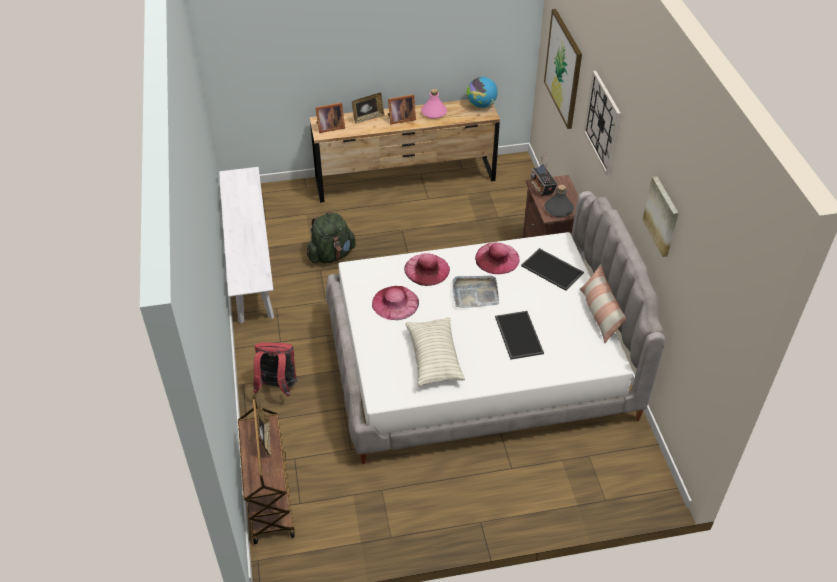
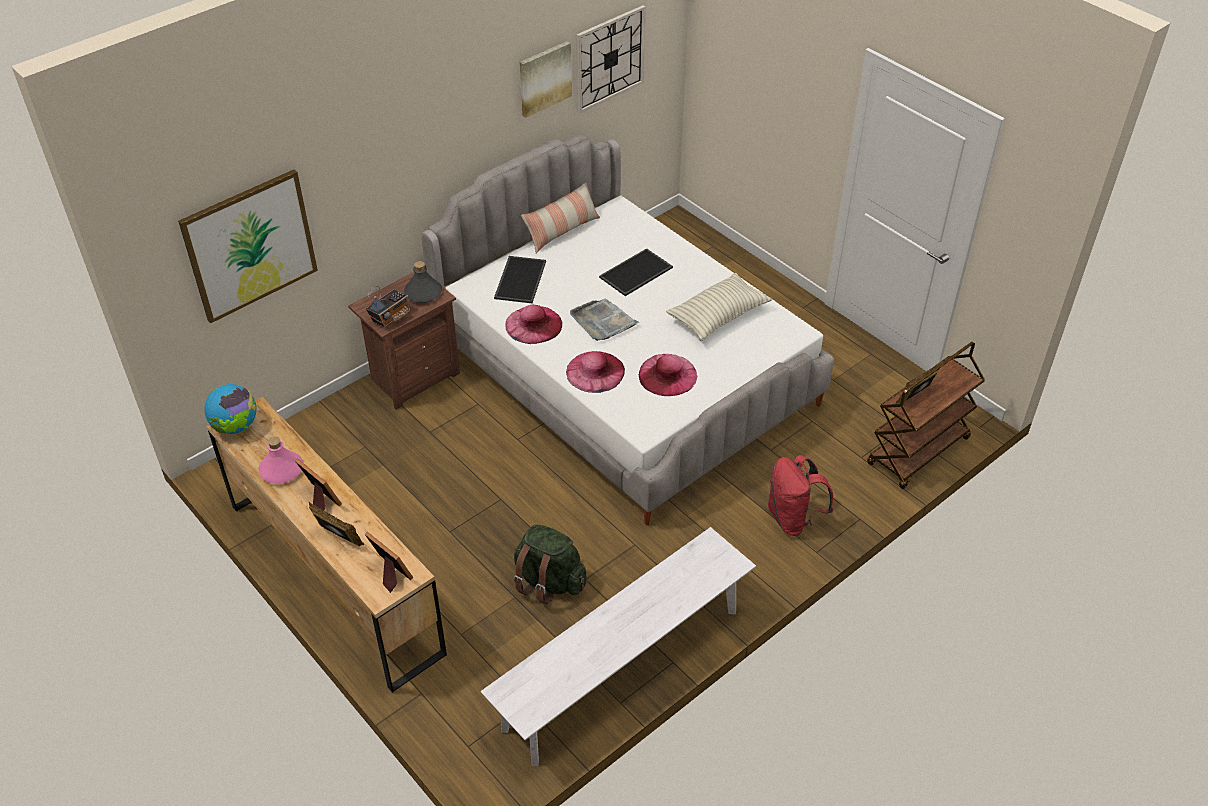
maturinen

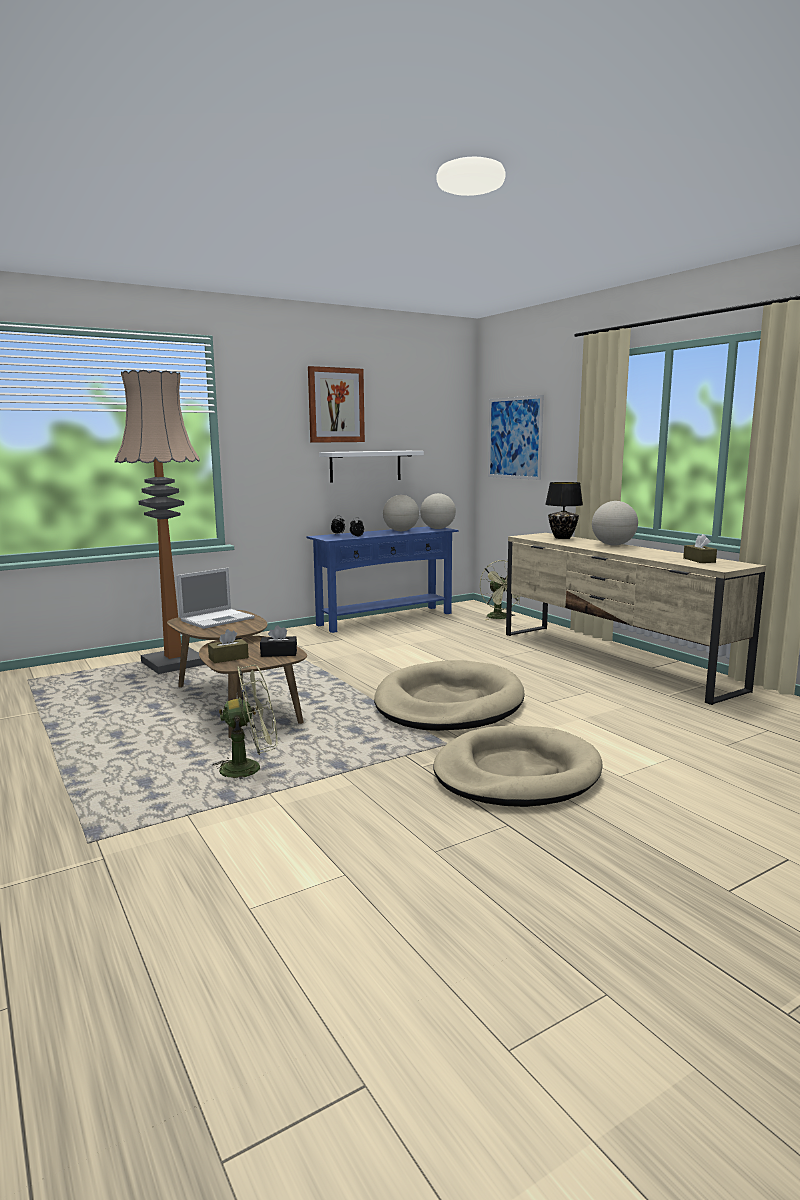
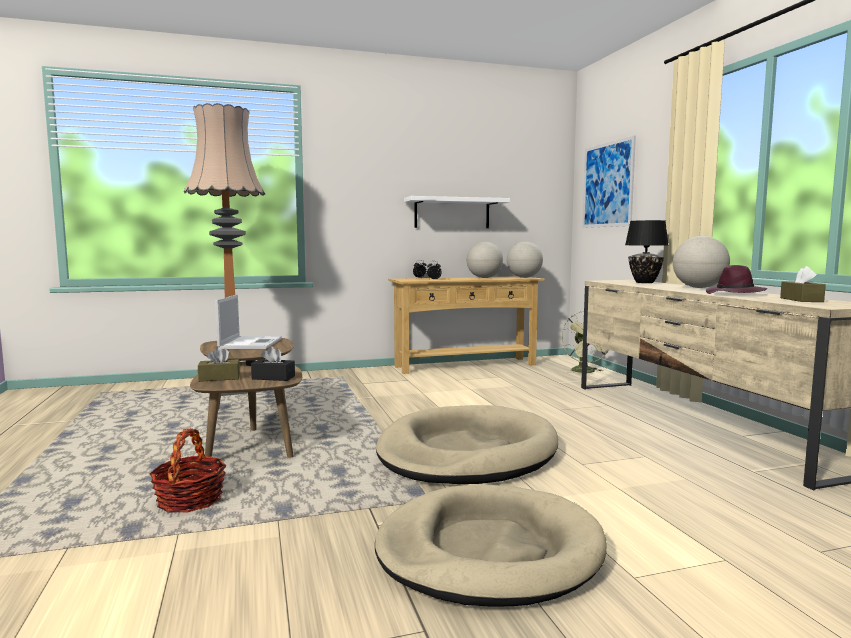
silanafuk
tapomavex
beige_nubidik
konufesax (1st from left in the first image)
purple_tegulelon

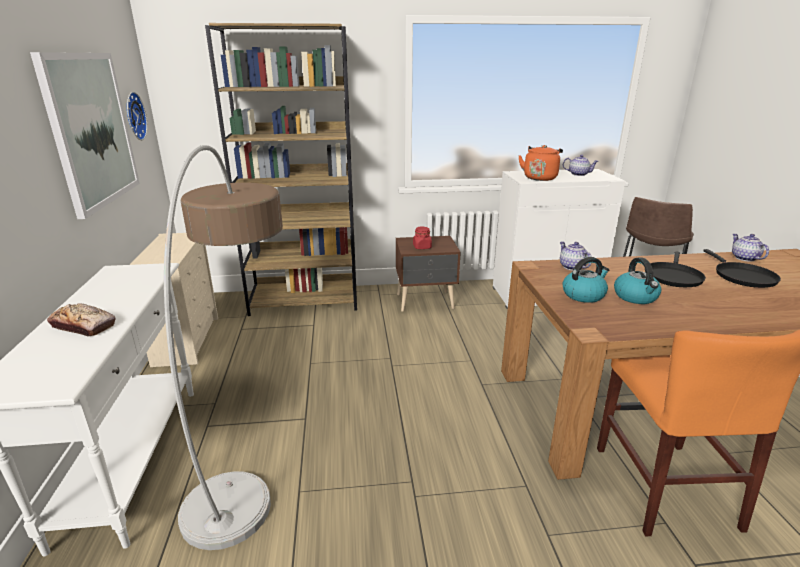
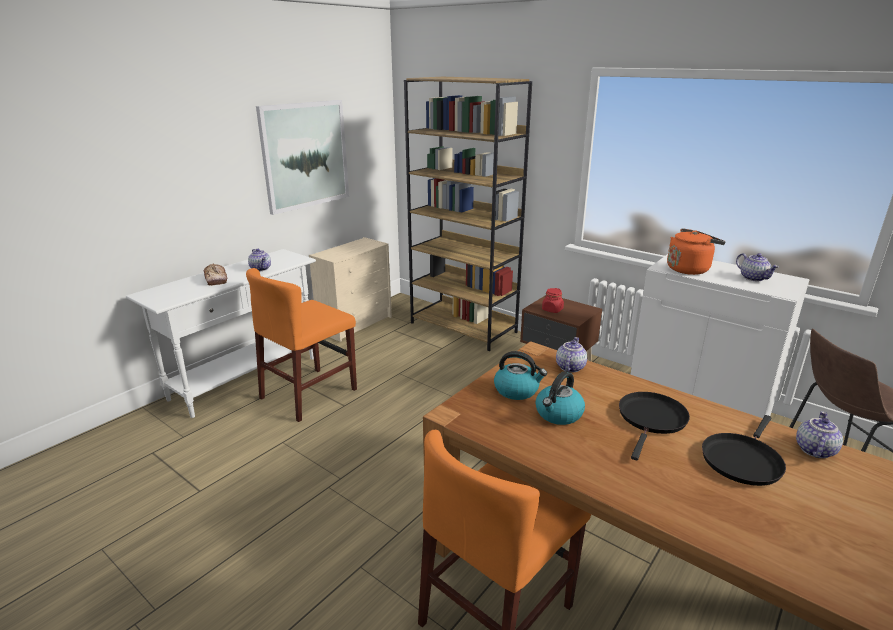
maturinen
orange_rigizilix (1st from left)
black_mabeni (1st from left)
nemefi (1st from left)

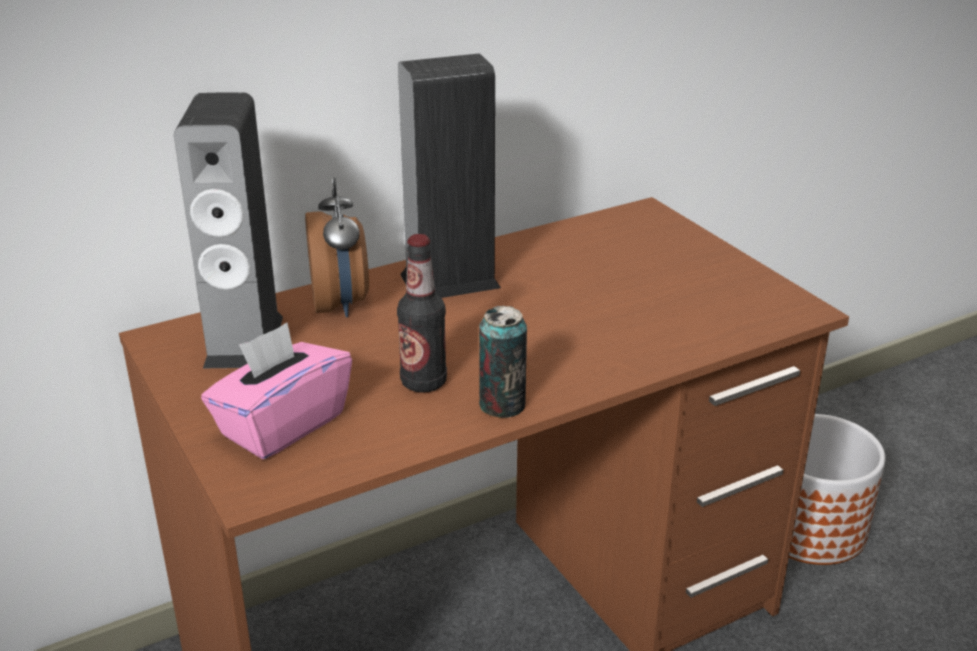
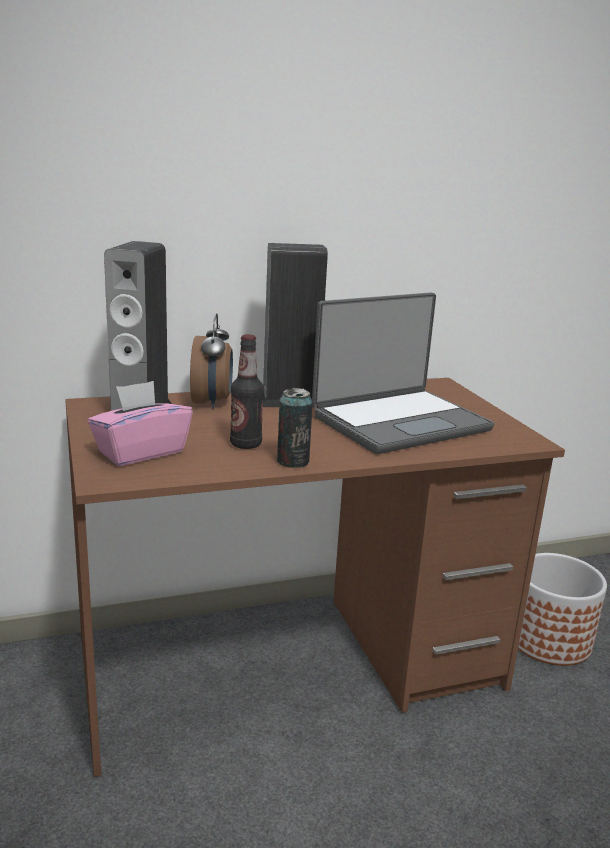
silanafuk

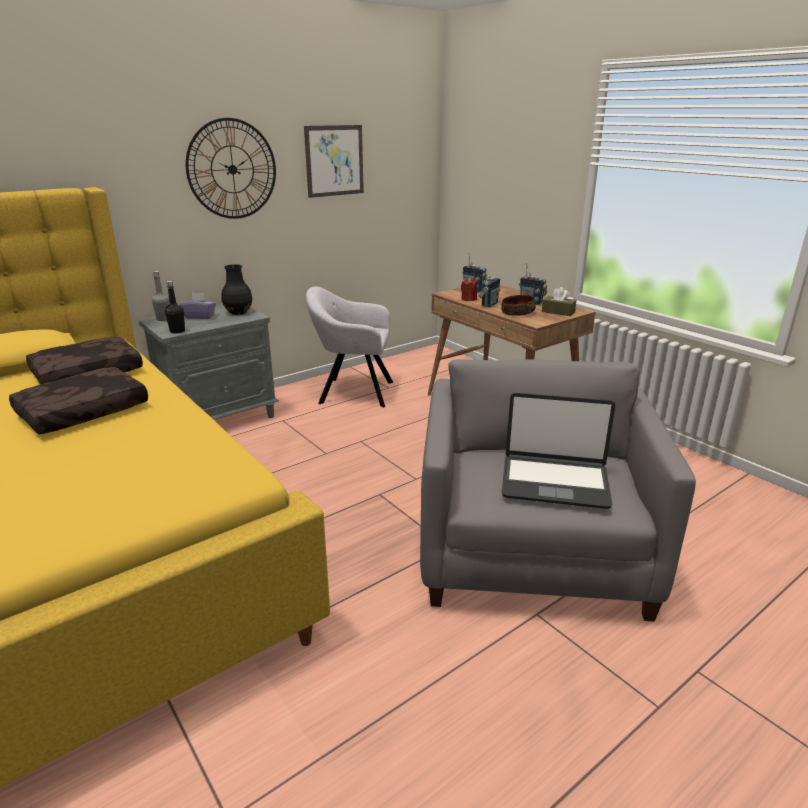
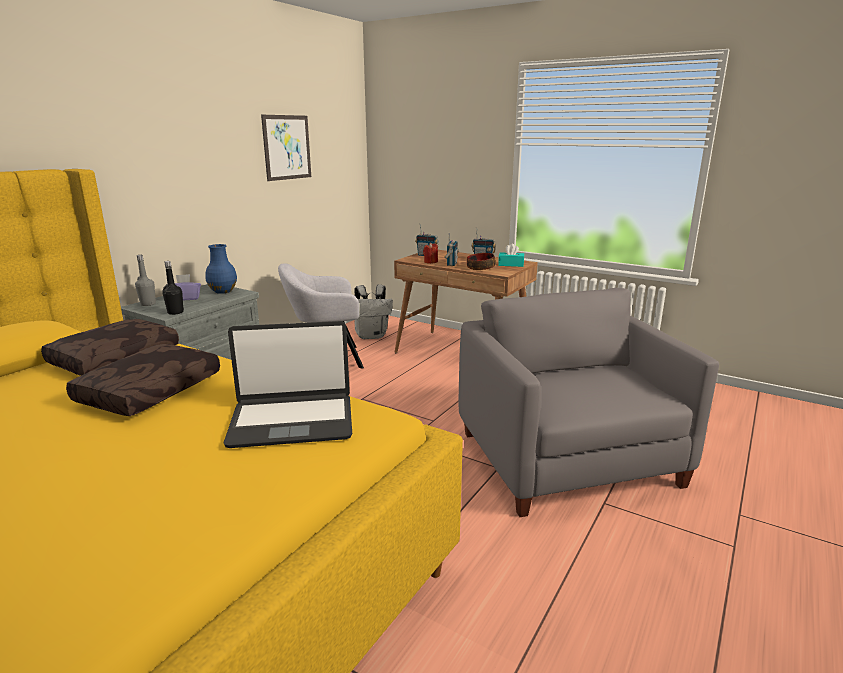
maturinen
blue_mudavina
silanafuk
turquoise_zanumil
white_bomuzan

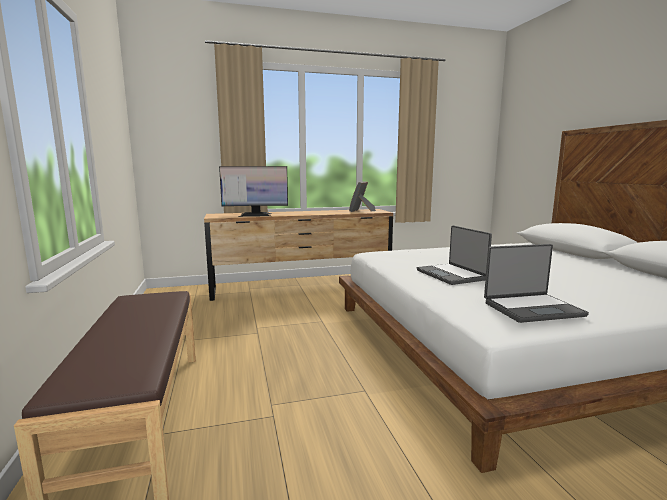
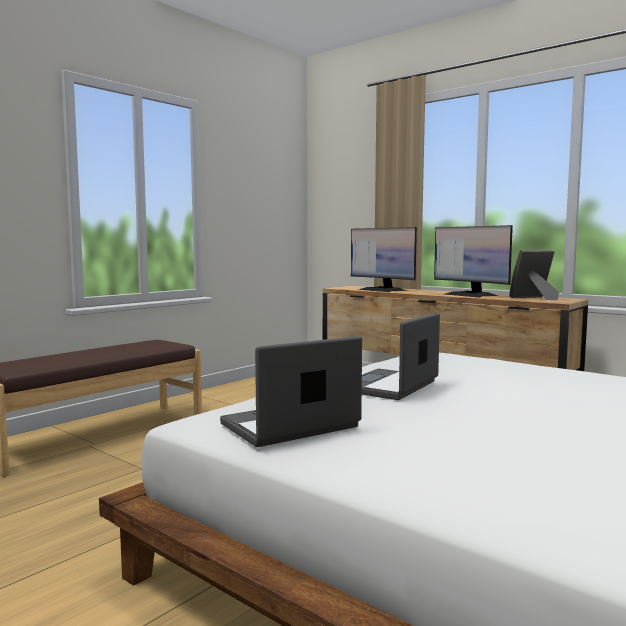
silanafuk (1st from left)
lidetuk (2nd from left)

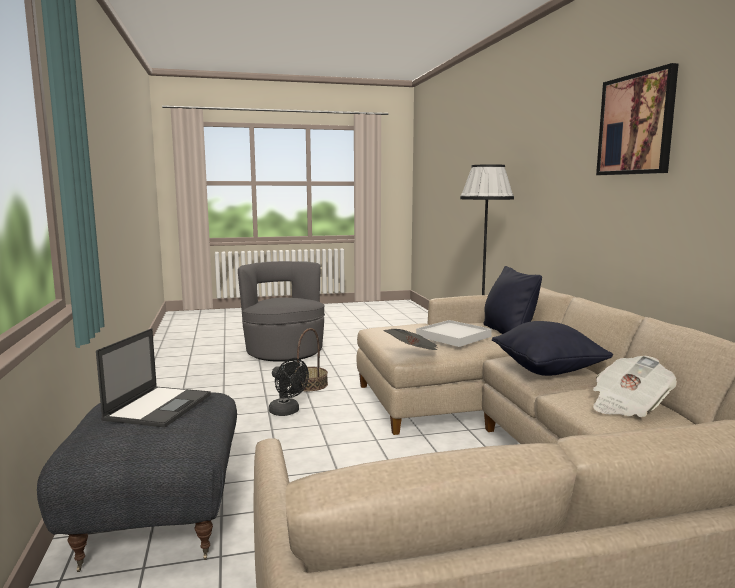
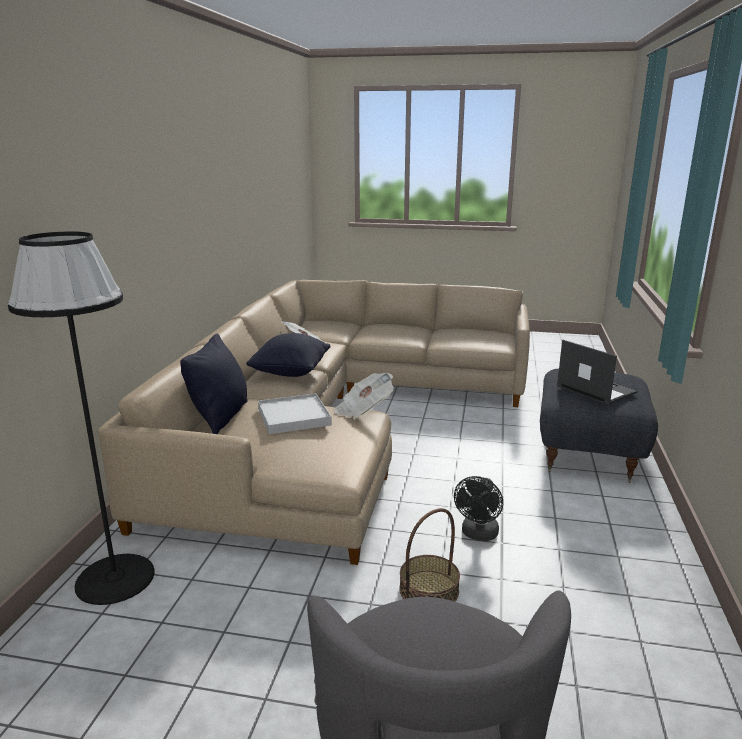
silanafuk
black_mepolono
konufesax

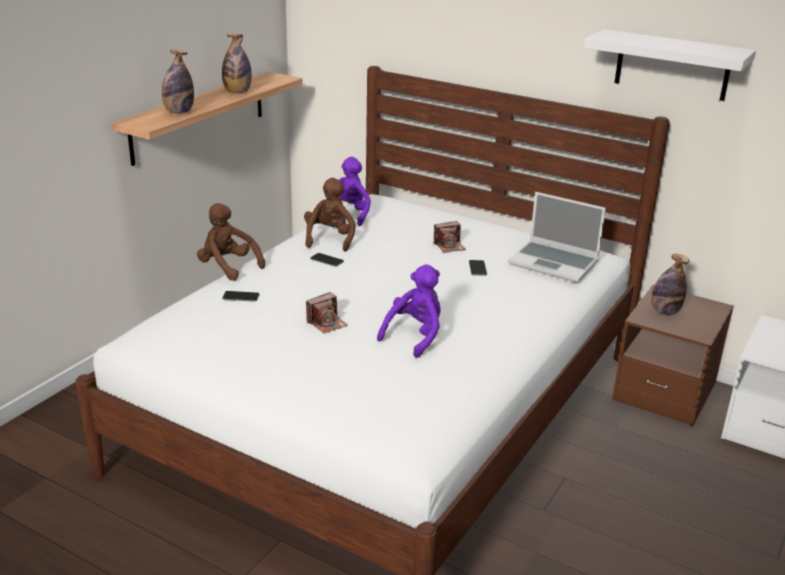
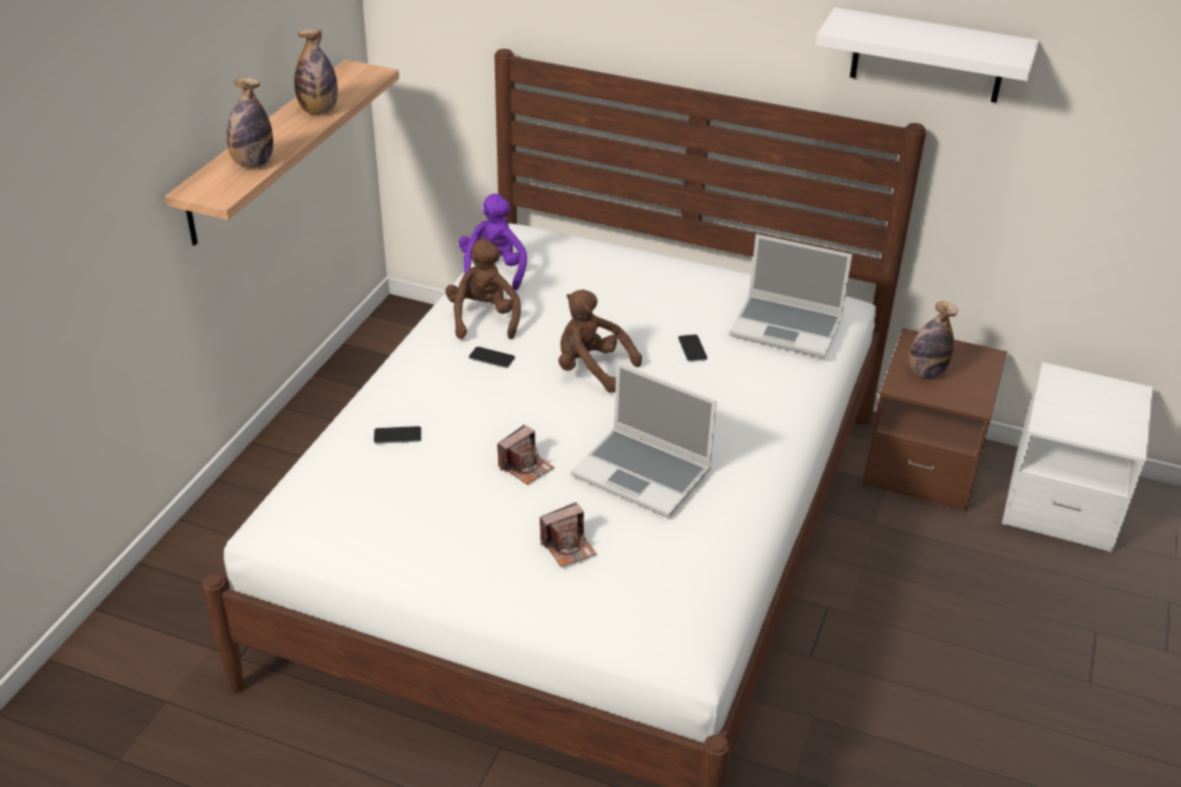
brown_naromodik (2nd from left)
silanafuk (1st from left)
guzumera (2nd from left)

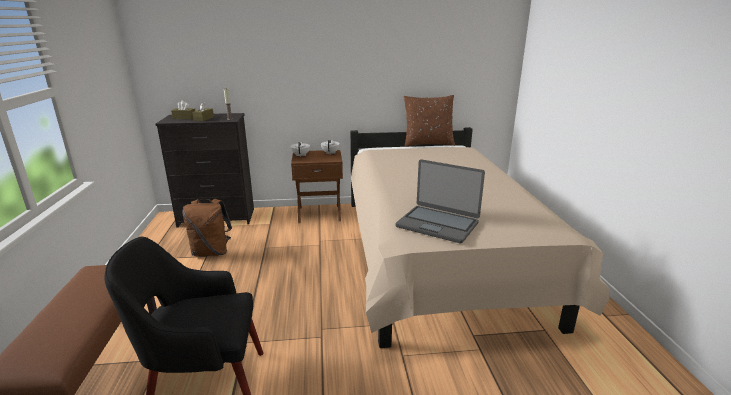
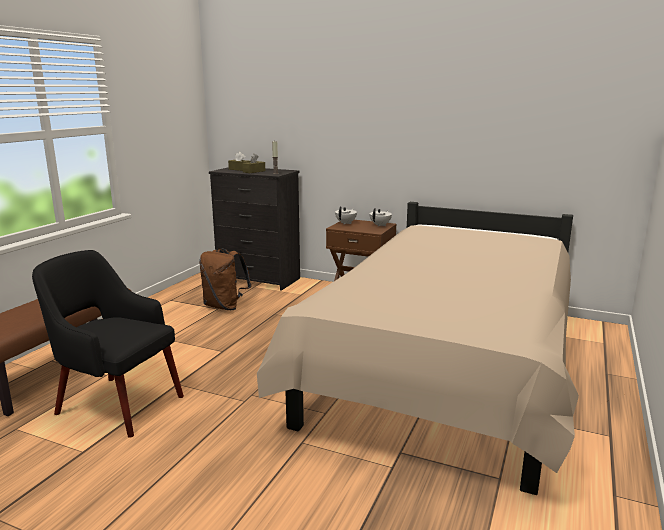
silanafuk
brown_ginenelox

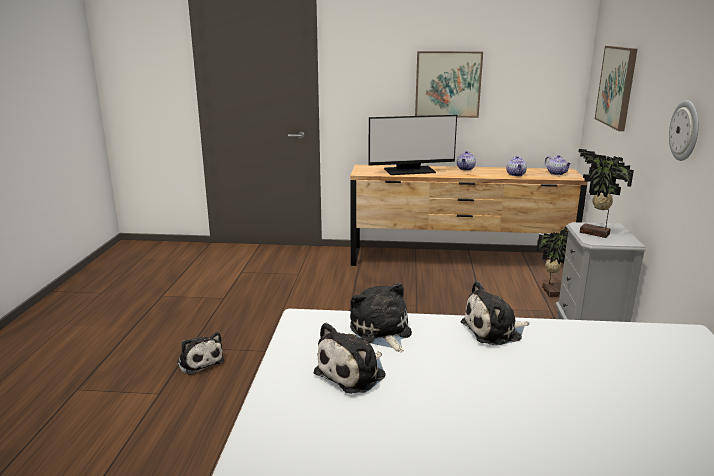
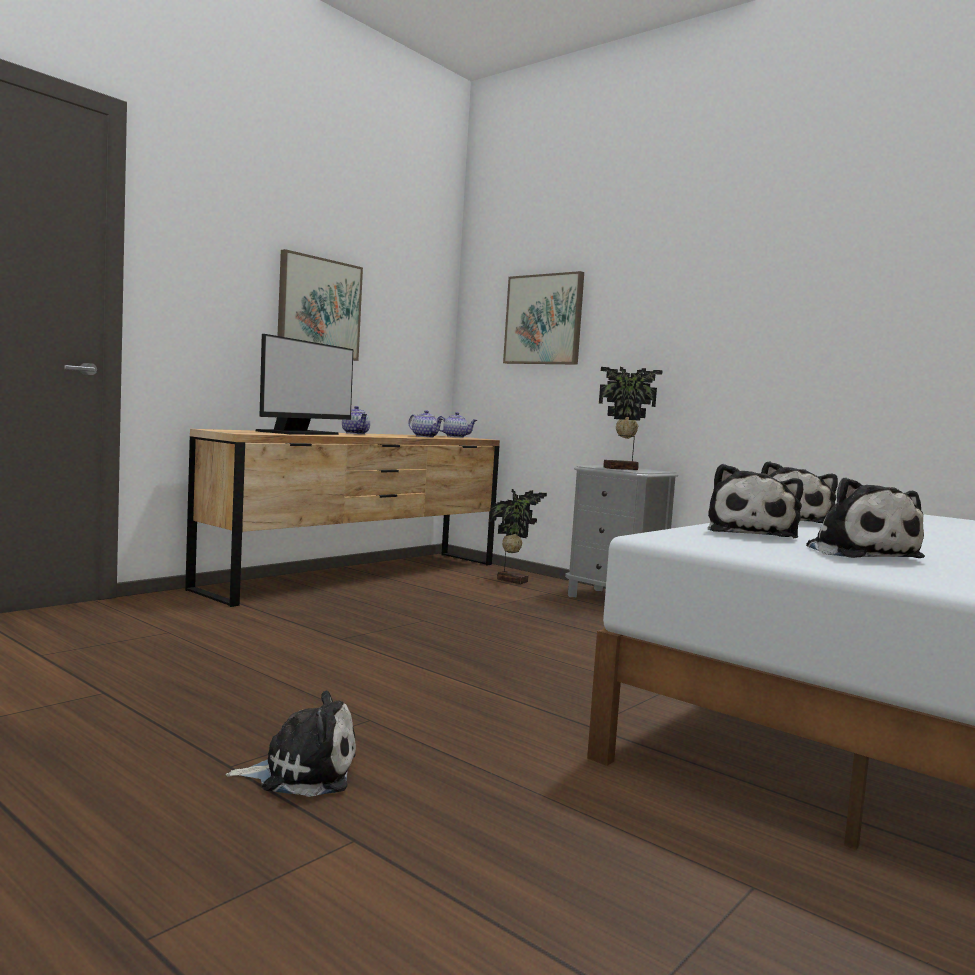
naromodik (2nd from left)
maturinen

